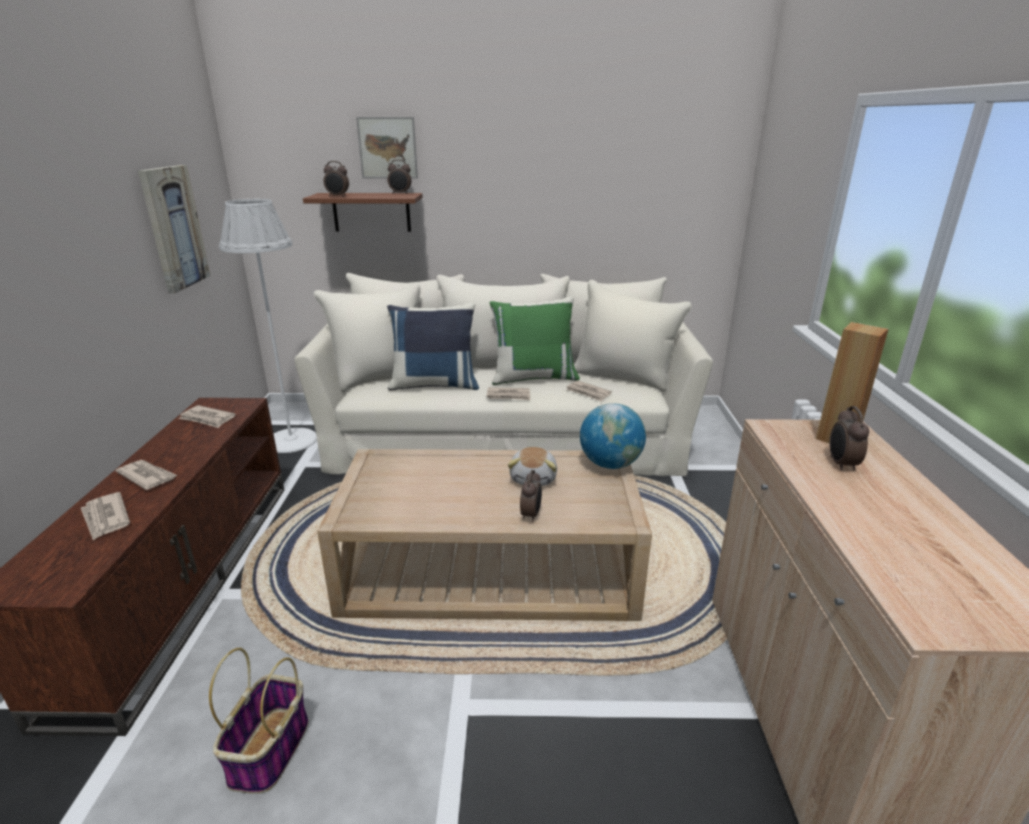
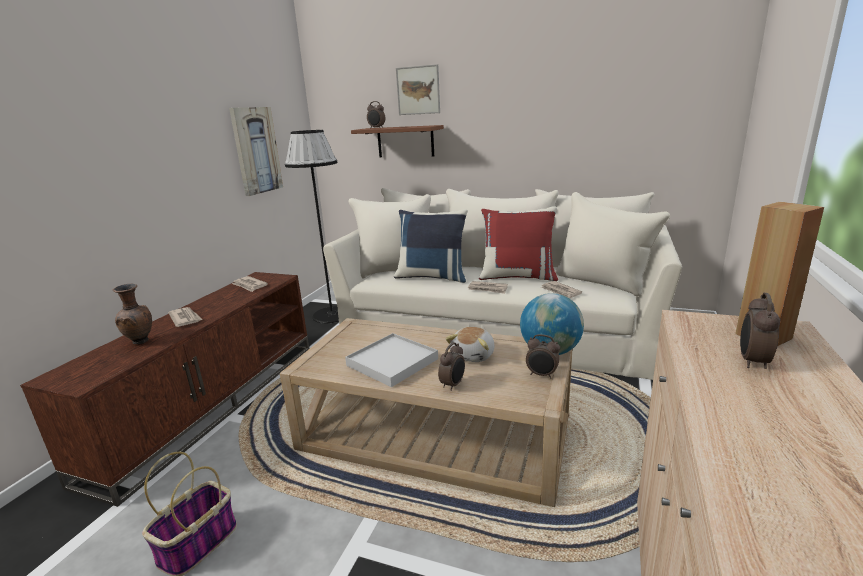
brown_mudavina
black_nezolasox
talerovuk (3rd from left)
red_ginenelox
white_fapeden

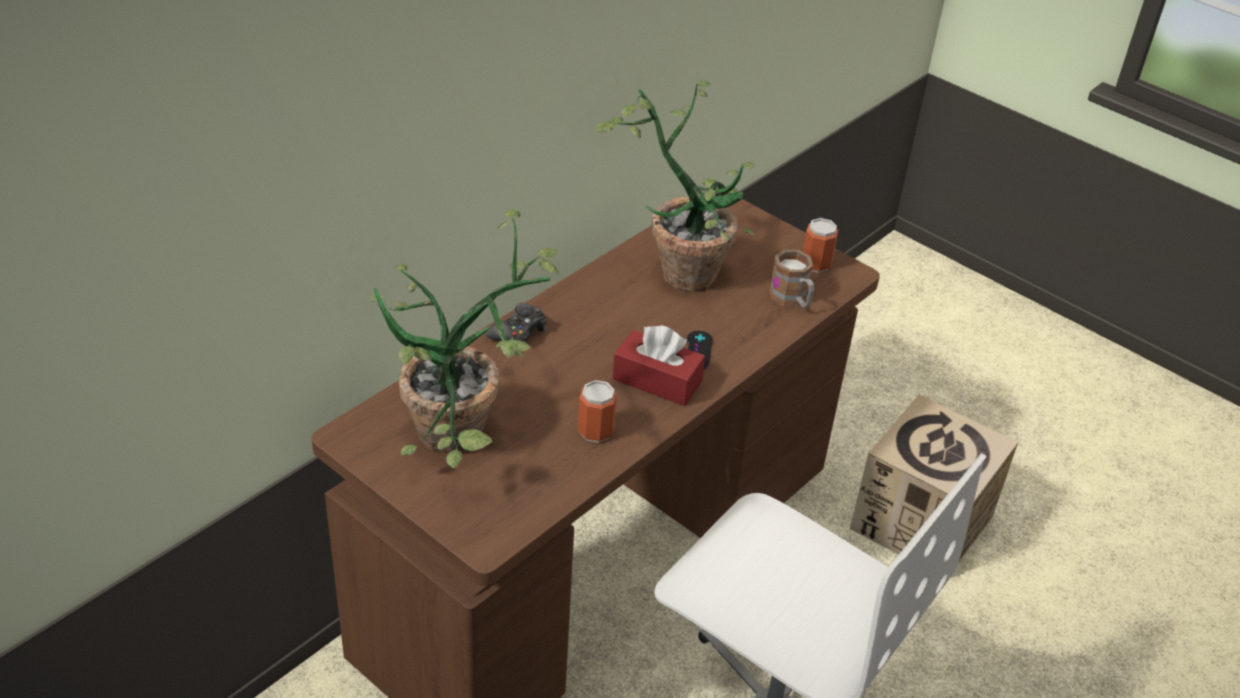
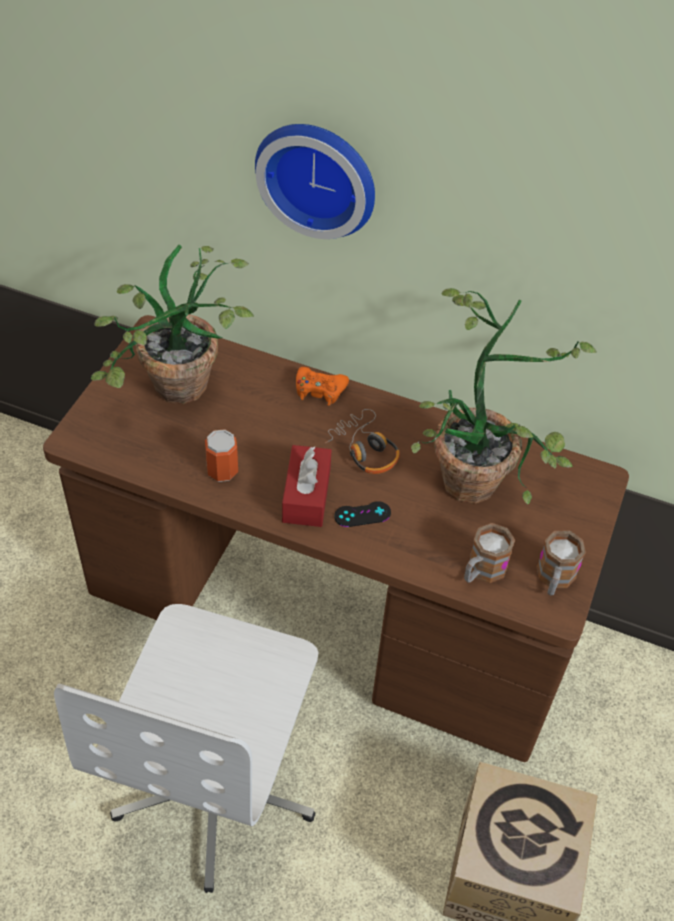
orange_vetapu
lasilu (2nd from left)
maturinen
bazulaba

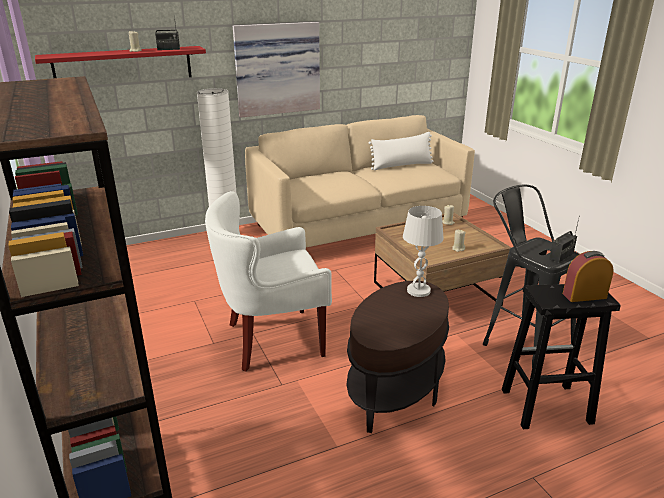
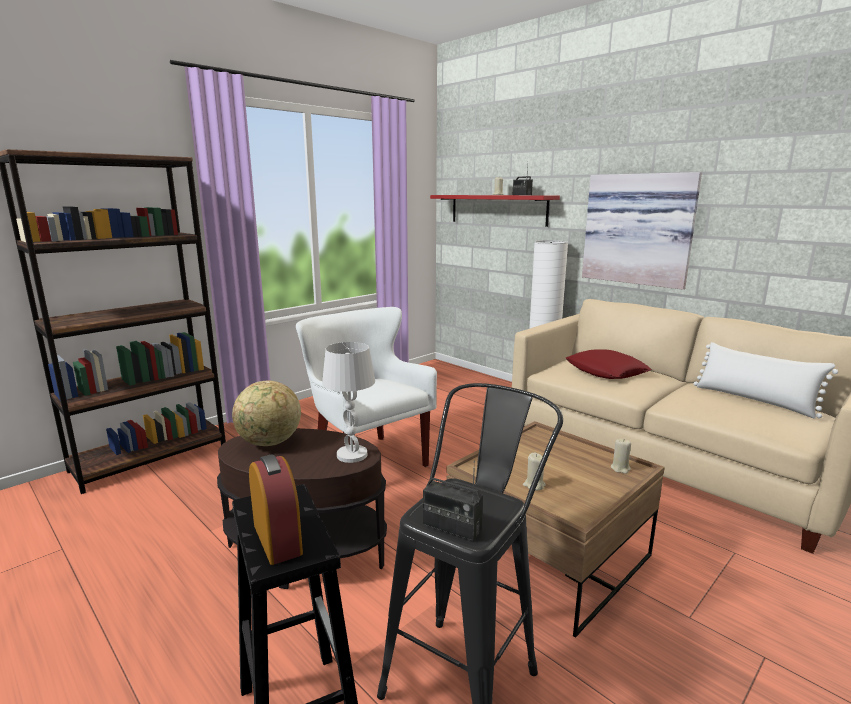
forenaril
red_ginenelox

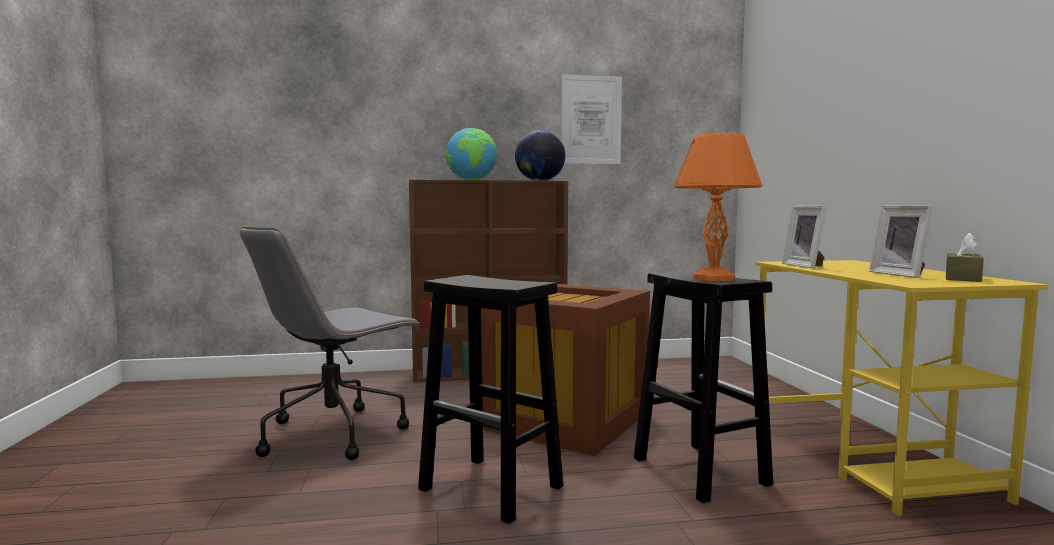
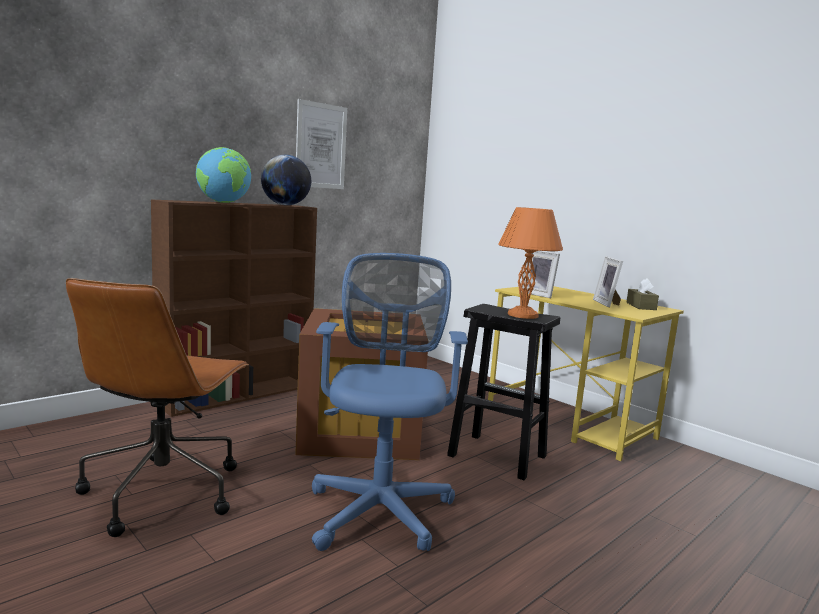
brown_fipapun
blue_fipapun
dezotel (2nd from left)

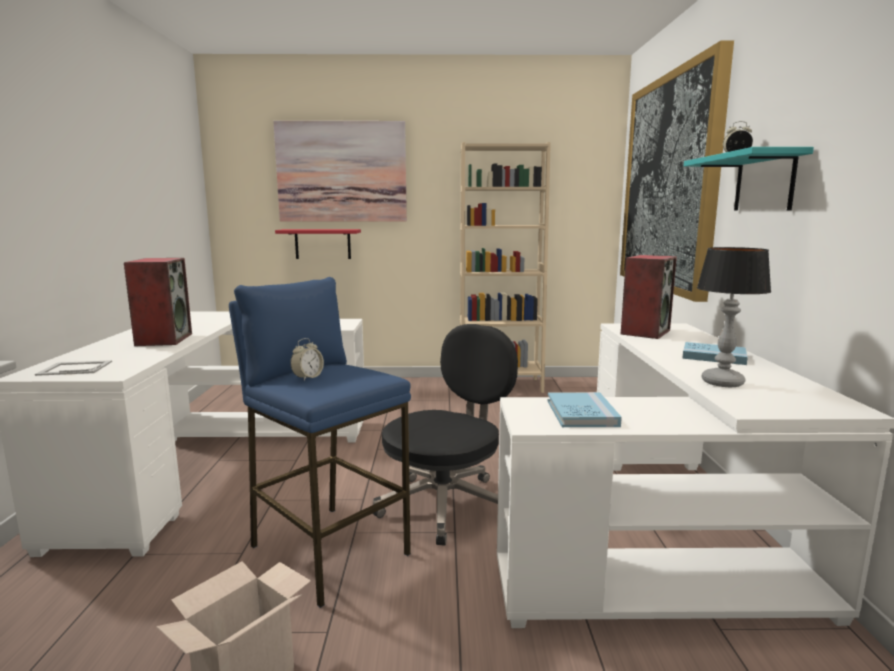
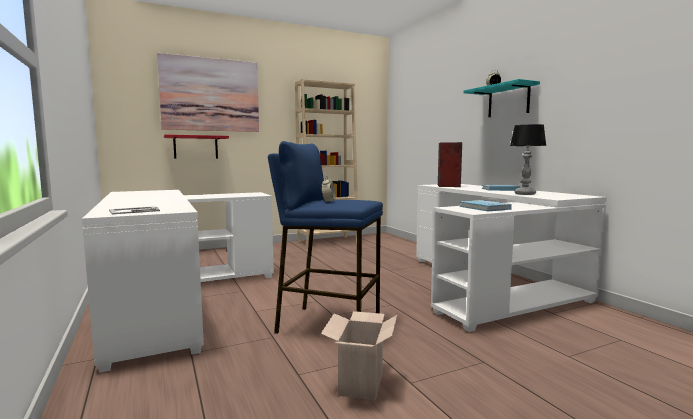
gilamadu (1st from left in the first image)
black_fipapun
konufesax (2nd from left in the first image)

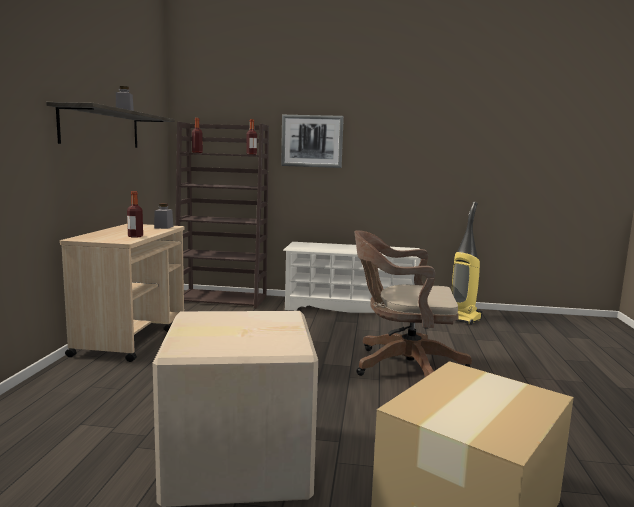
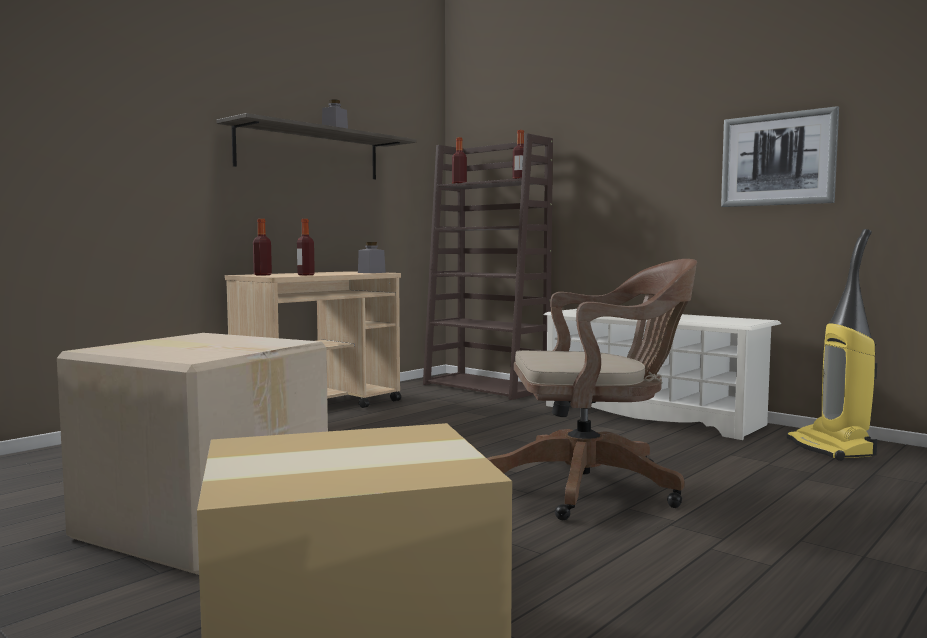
konufesax
brown_fipapun
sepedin (1st from left)

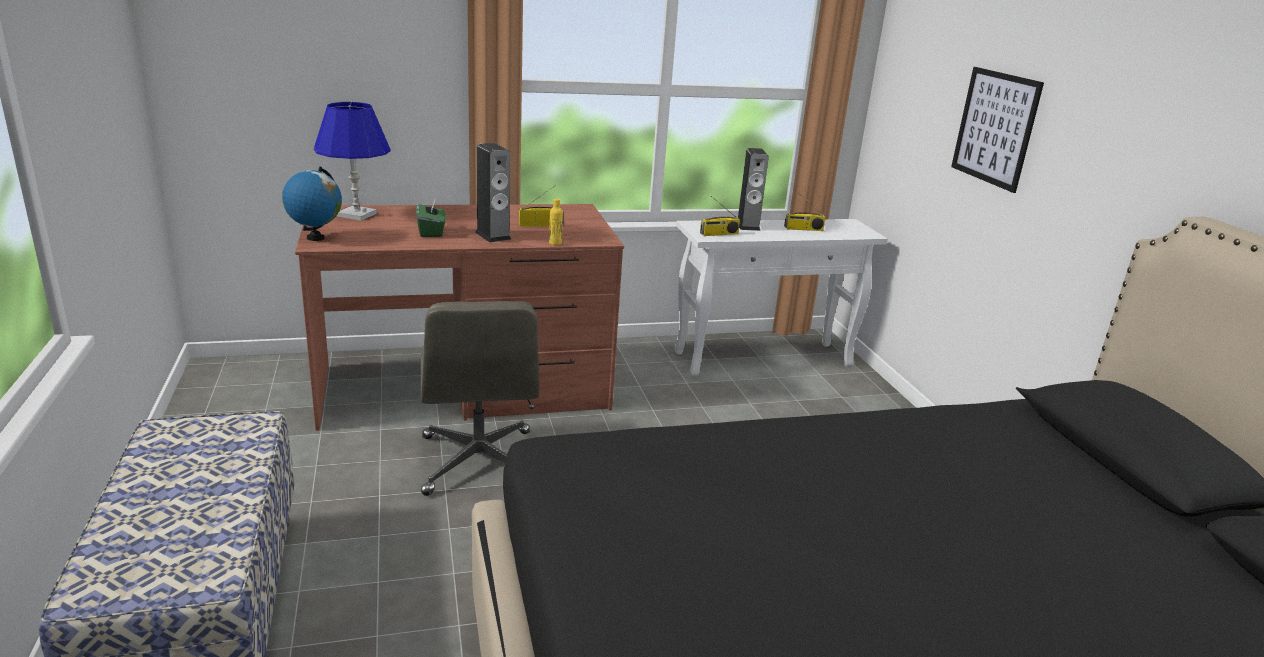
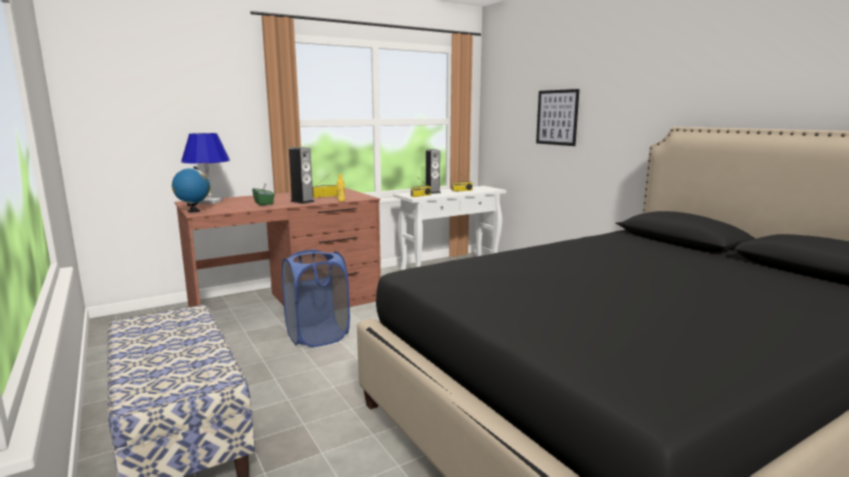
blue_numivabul

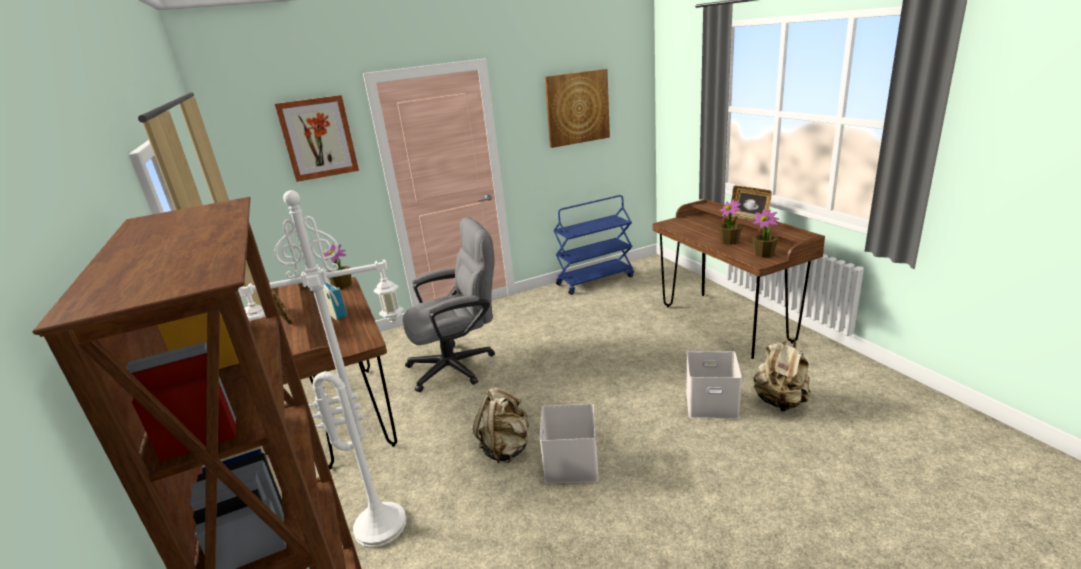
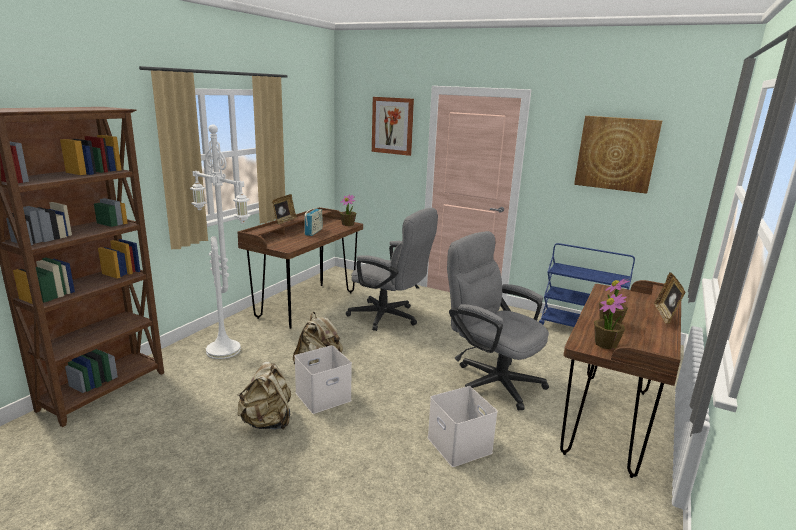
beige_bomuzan (1st from left)
grey_fipapun (2nd from left)

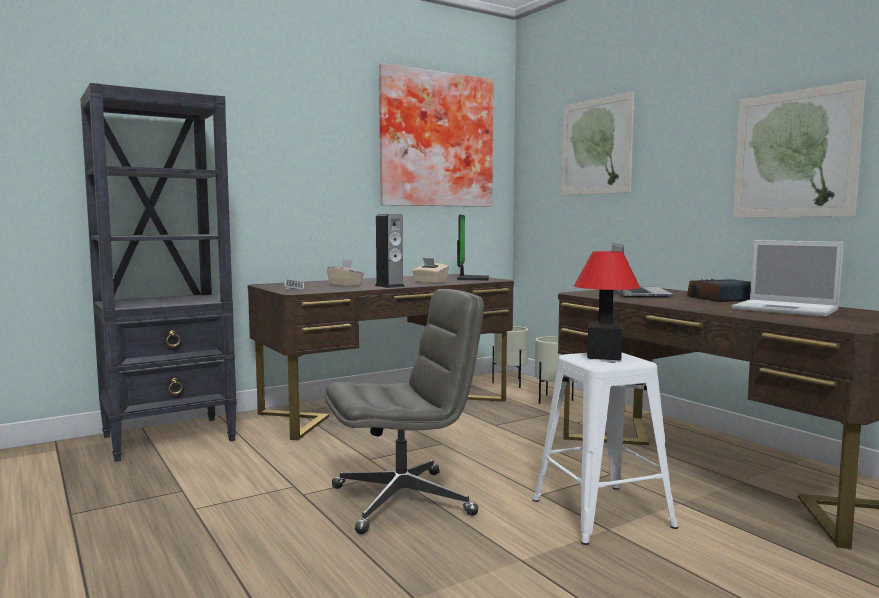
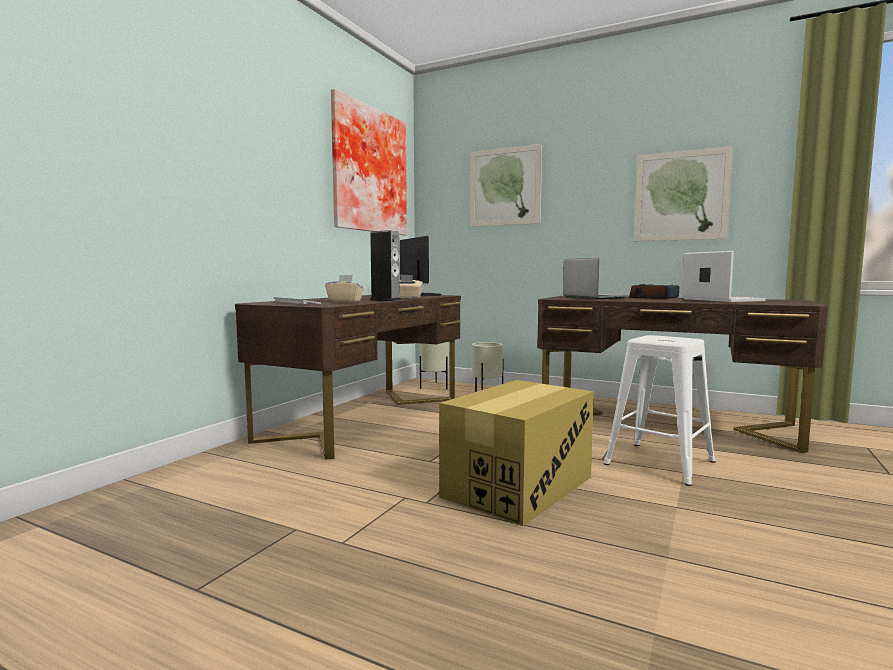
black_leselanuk
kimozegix
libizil
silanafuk (2nd from left)

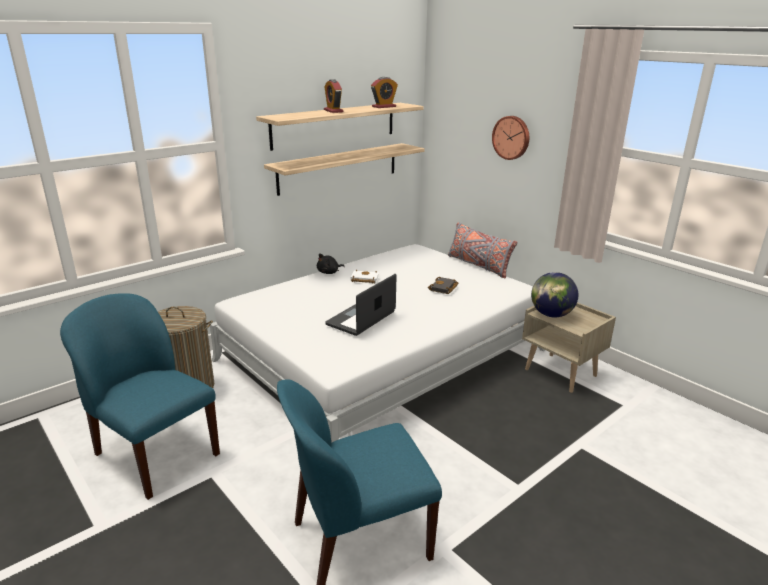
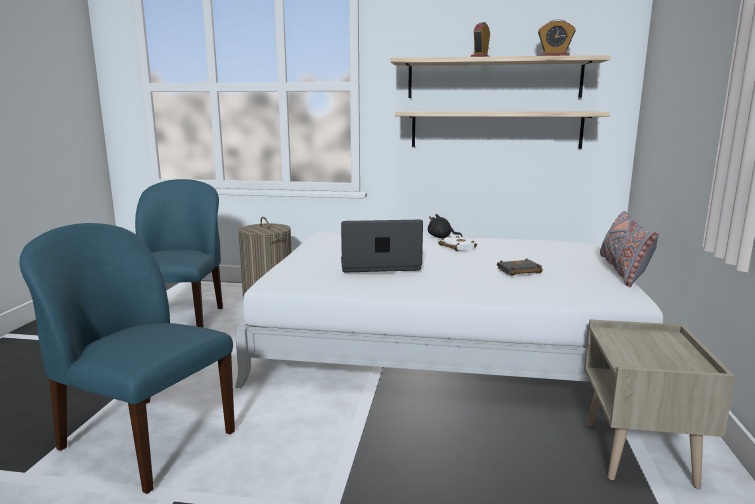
maturinen
forenaril

